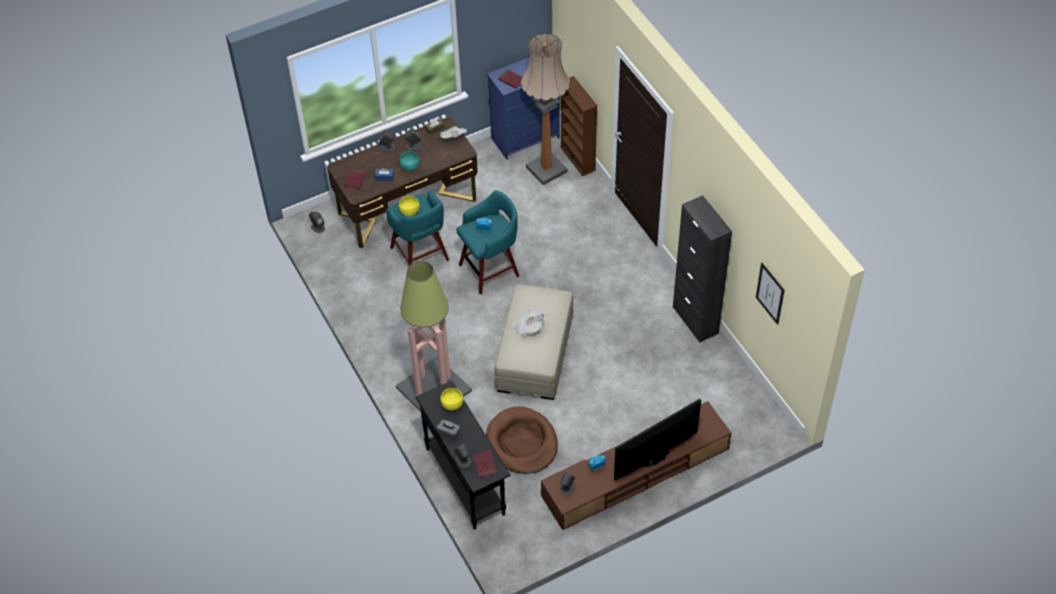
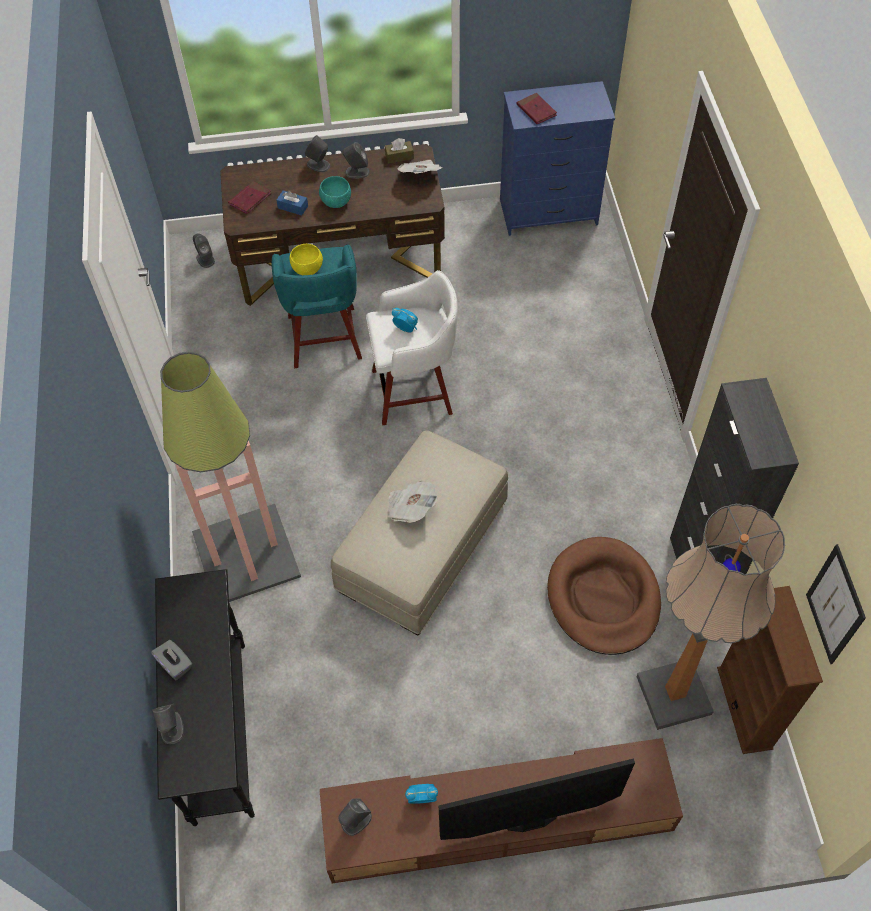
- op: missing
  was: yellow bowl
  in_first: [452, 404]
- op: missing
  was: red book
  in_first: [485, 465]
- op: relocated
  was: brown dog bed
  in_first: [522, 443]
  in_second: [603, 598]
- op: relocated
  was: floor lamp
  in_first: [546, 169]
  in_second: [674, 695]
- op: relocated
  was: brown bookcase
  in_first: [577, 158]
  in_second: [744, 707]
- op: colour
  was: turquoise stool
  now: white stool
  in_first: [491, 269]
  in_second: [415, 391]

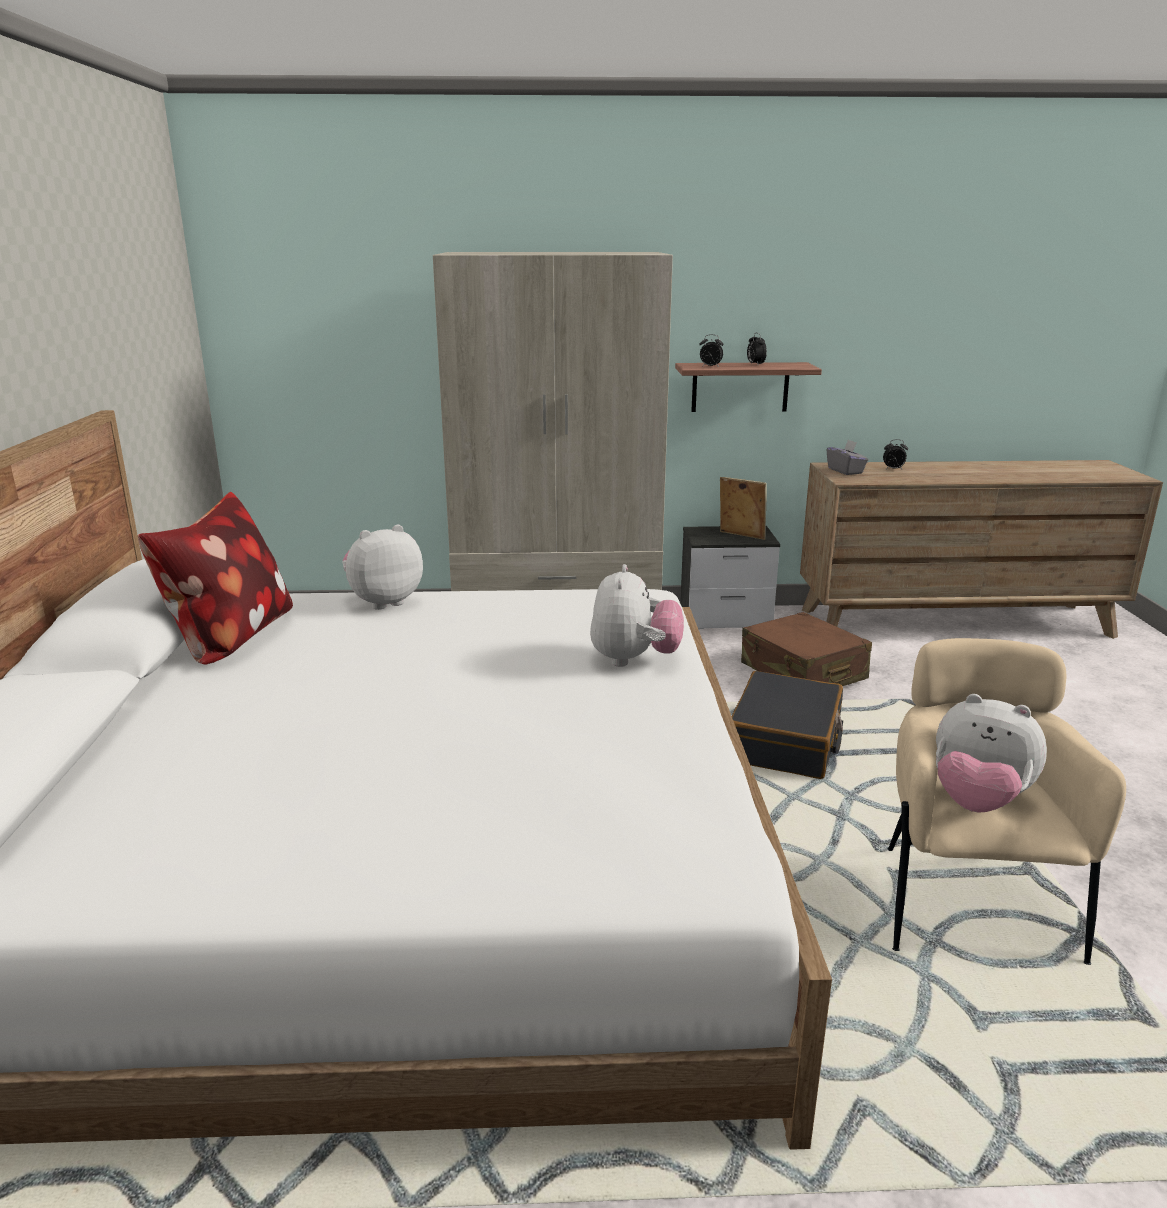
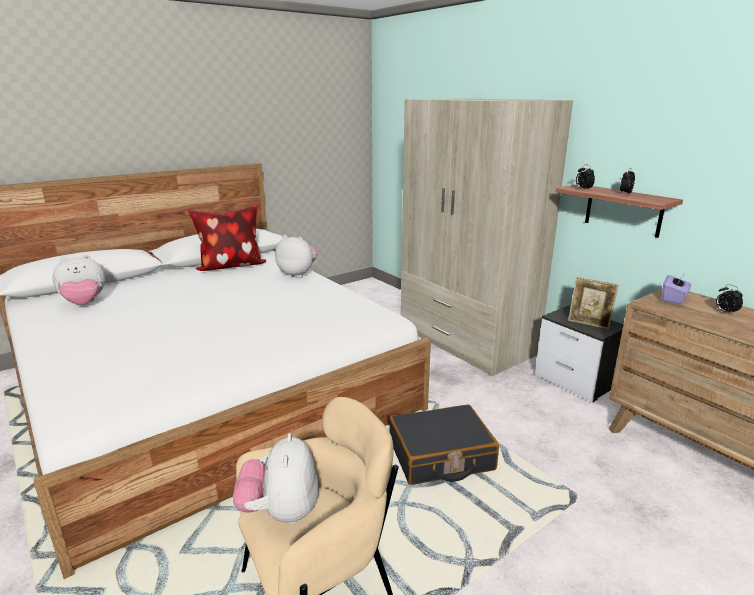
- op: missing
  was: brown suitcase
  in_first: [803, 672]
- op: relocated
  was: plush toy
  in_first: [634, 660]
  in_second: [84, 303]
- op: colour
  was: grey tissue box
  now: purple tissue box
  in_first: [845, 471]
  in_second: [673, 299]
- op: spun
  was: picture frame
  in_first: [740, 536]
  in_second: [589, 324]
  clockwise: 120

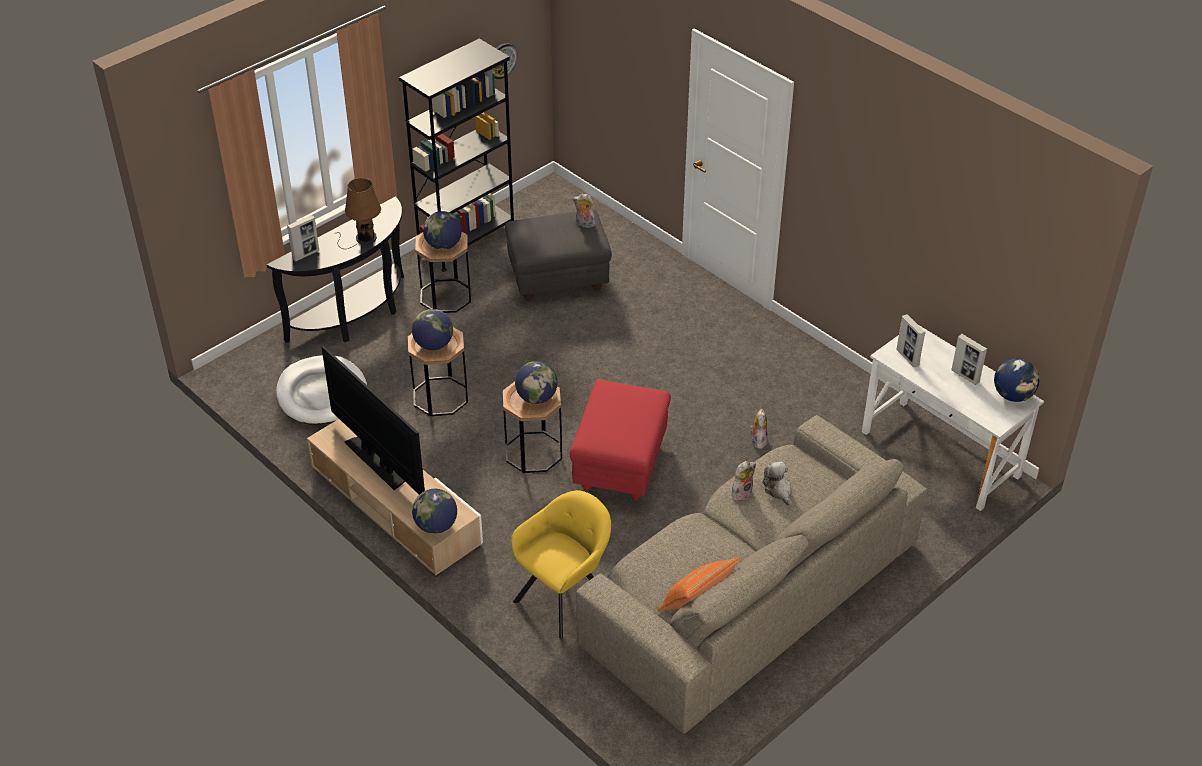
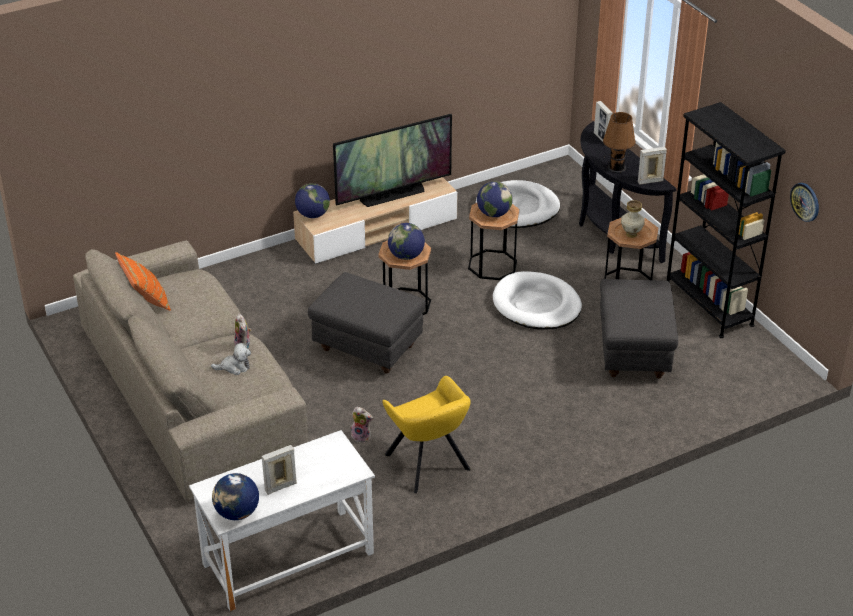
- op: missing
  was: plush toy
  in_first: [584, 224]
- op: appeared
  now: white dog bed
  in_second: [536, 305]
- op: relocated
  was: yellow armchair
  in_first: [566, 598]
  in_second: [428, 465]
- op: relocated
  was: picture frame
  in_first: [907, 357]
  in_second: [650, 181]
- op: exchanged
  was: globe
  now: vase
  in_first: [443, 245]
  in_second: [631, 234]
- op: colour
  was: red ottoman
  now: grey ottoman
  in_first: [621, 466]
  in_second: [367, 348]

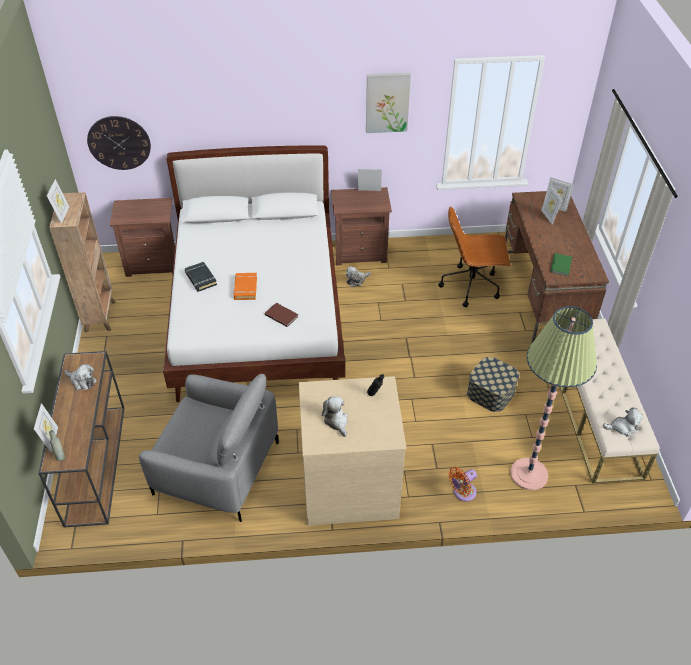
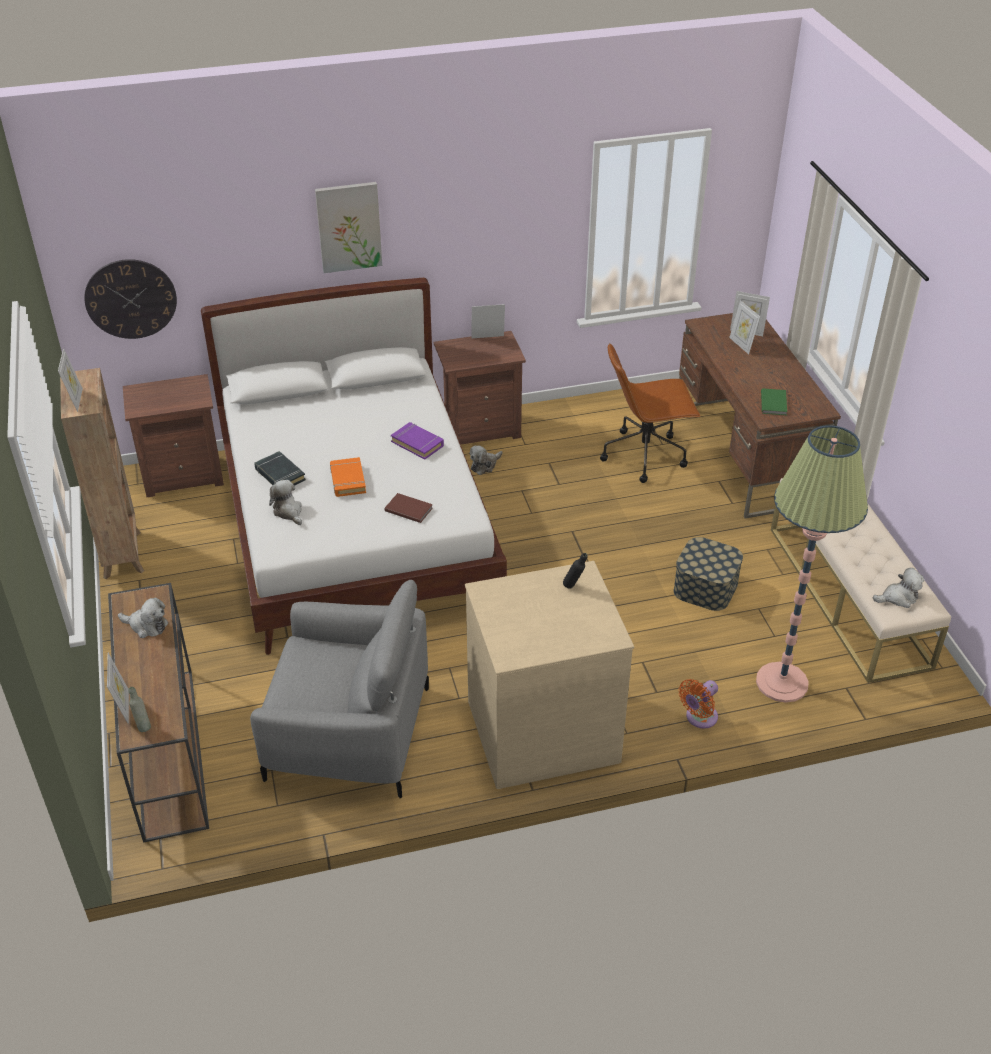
- op: appeared
  now: purple book
  in_second: [417, 443]
- op: relocated
  was: plush toy
  in_first: [336, 421]
  in_second: [288, 511]
- op: relocated
  was: picture
  in_first: [387, 102]
  in_second: [349, 227]

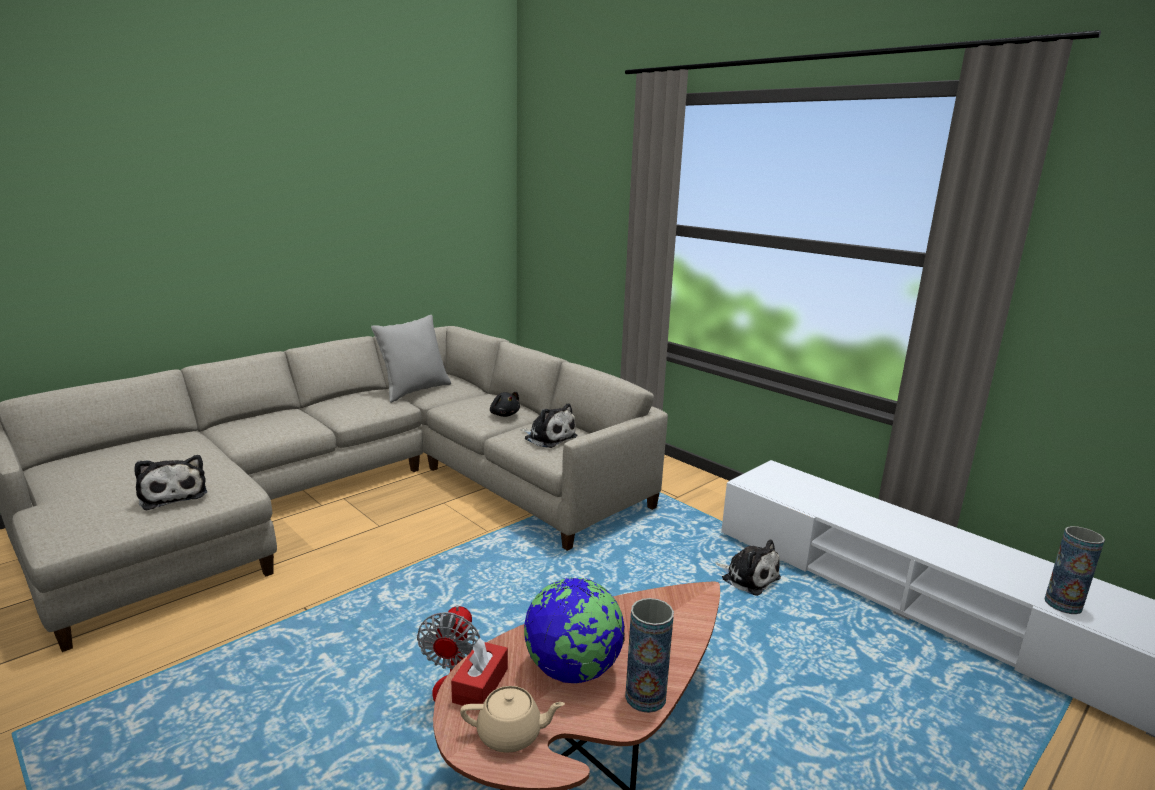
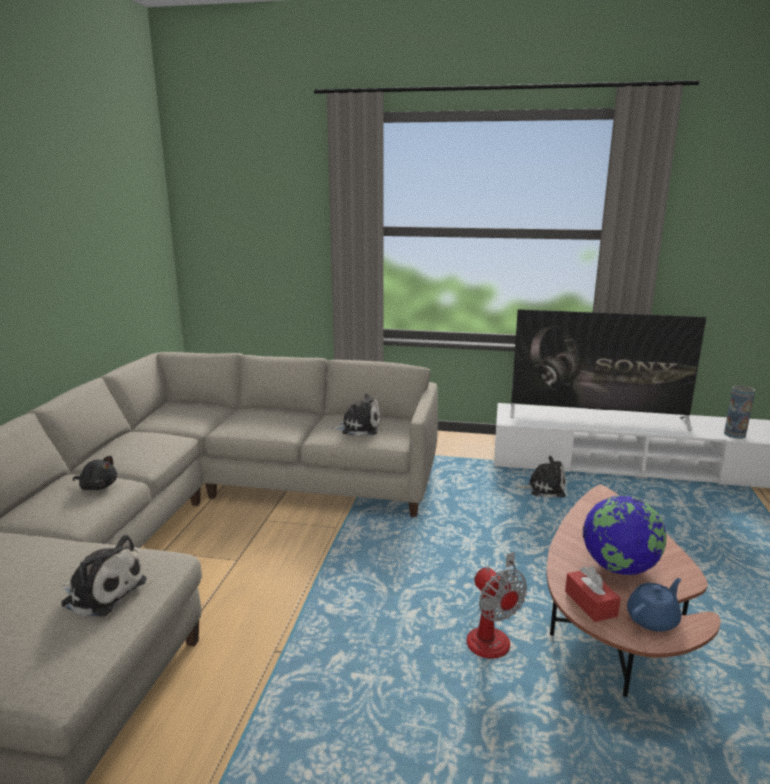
- op: missing
  was: grey pillow
  in_first: [414, 391]
- op: missing
  was: vase
  in_first: [645, 697]
- op: appeared
  now: television
  in_second: [597, 417]
- op: relocated
  was: black plush toy
  in_first: [504, 414]
  in_second: [98, 486]
- op: colour
  was: beige teapot
  now: blue teapot
  in_first: [511, 734]
  in_second: [653, 619]

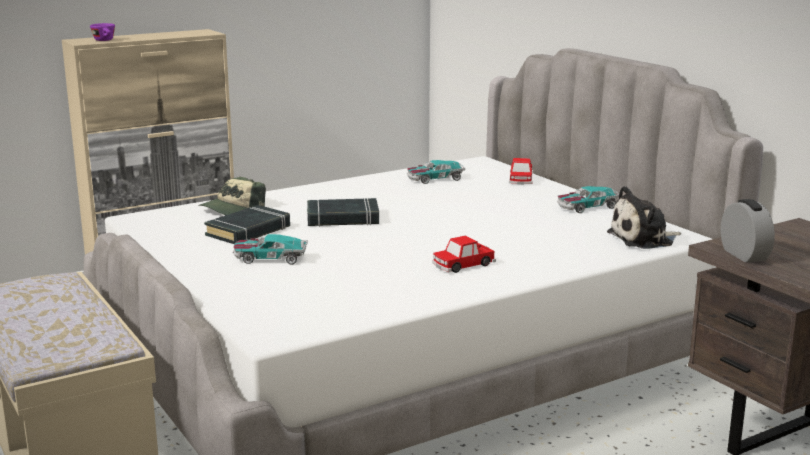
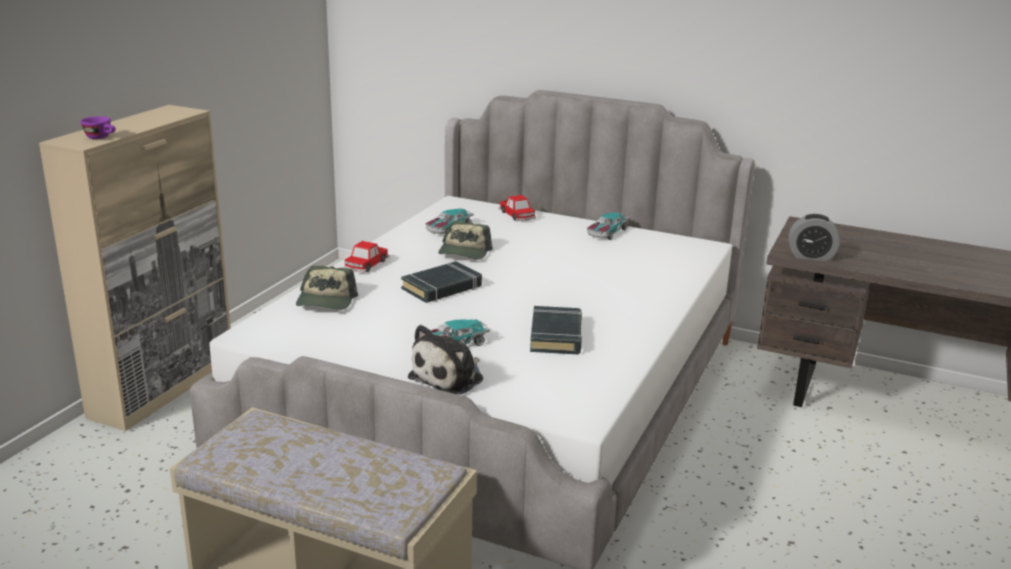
- op: appeared
  now: cap
  in_second: [464, 252]
- op: relocated
  was: black book
  in_first: [249, 231]
  in_second: [556, 336]
- op: relocated
  was: toy car
  in_first: [463, 265]
  in_second: [366, 264]
- op: relocated
  was: plush toy
  in_first: [644, 239]
  in_second: [450, 378]
- op: spun
  was: alarm clock
  in_first: [744, 255]
  in_second: [810, 256]
  clockwise: 150

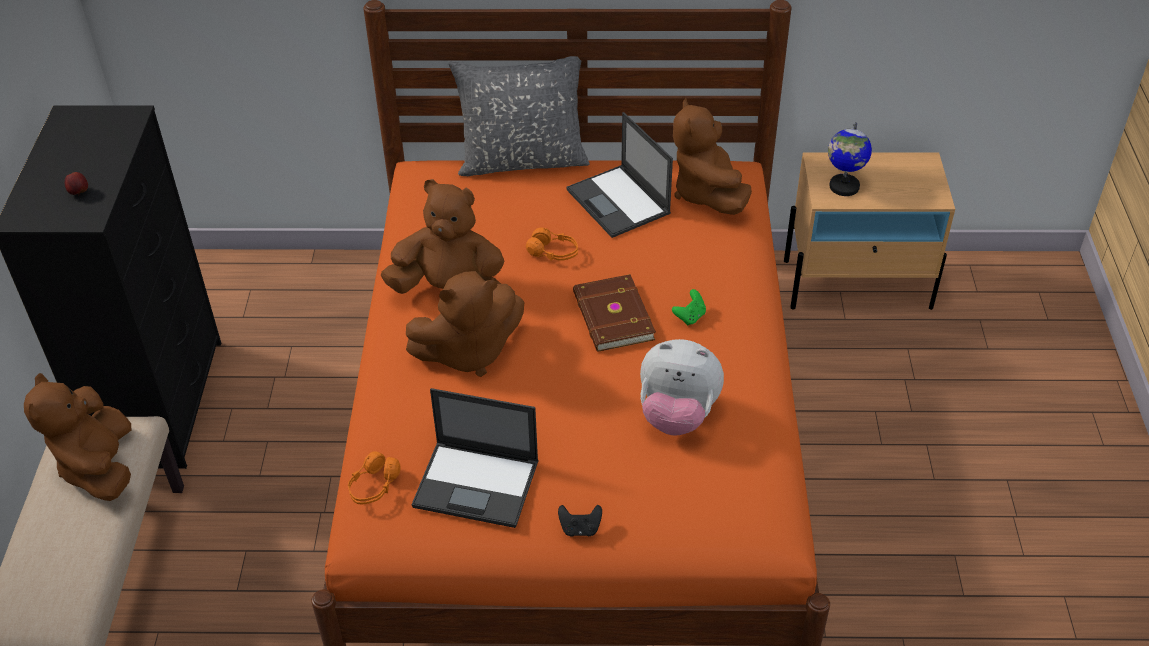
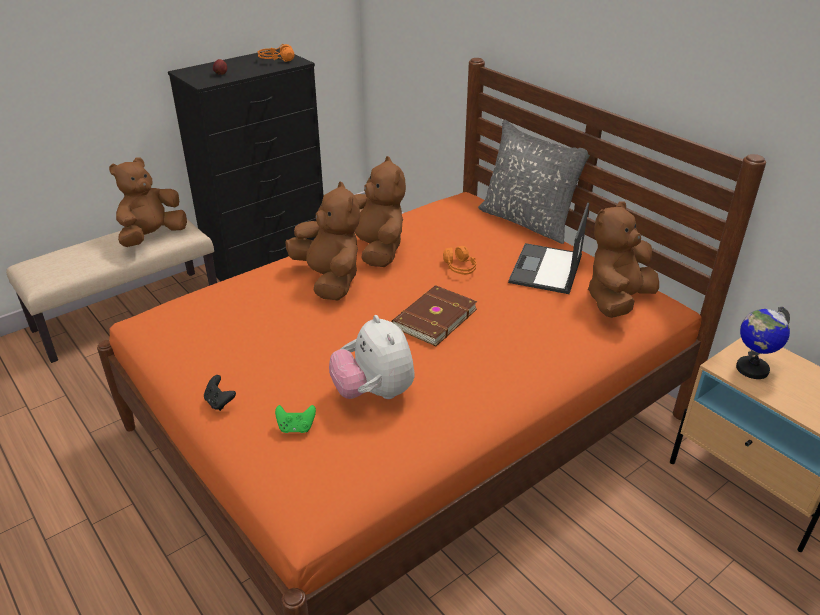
- op: missing
  was: laptop
  in_first: [478, 484]
- op: relocated
  was: orange headphones
  in_first: [374, 486]
  in_second: [276, 60]
- op: relocated
  was: green game controller
  in_first: [690, 317]
  in_second: [296, 428]
- op: spun
  was: brown plush toy
  in_first: [468, 352]
  in_second: [329, 280]
  clockwise: -150

